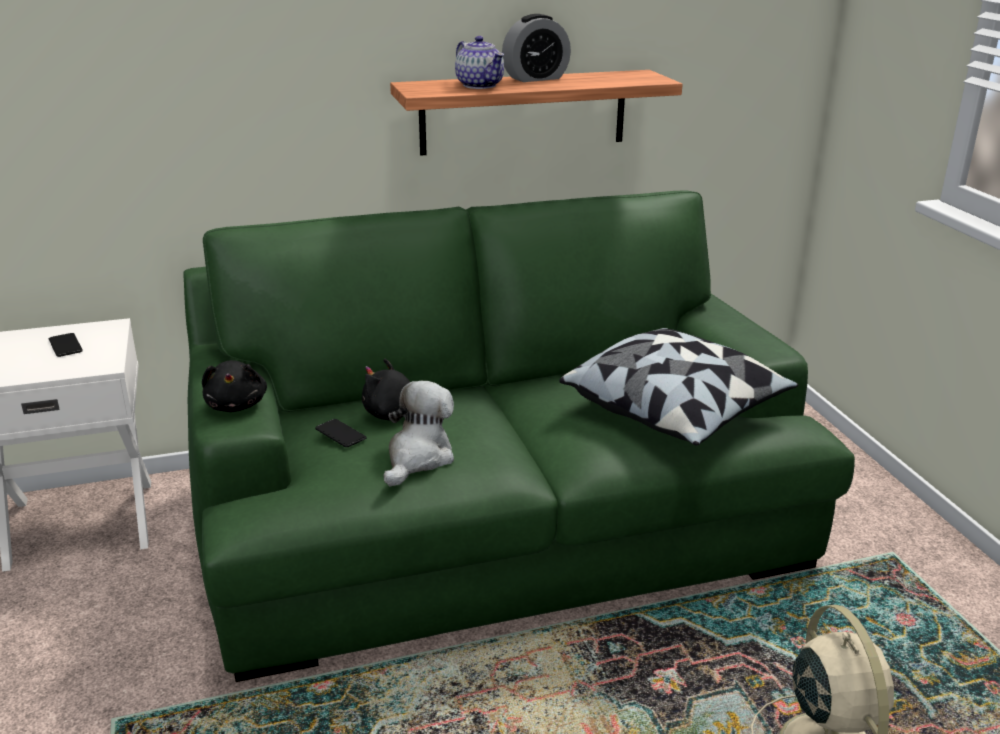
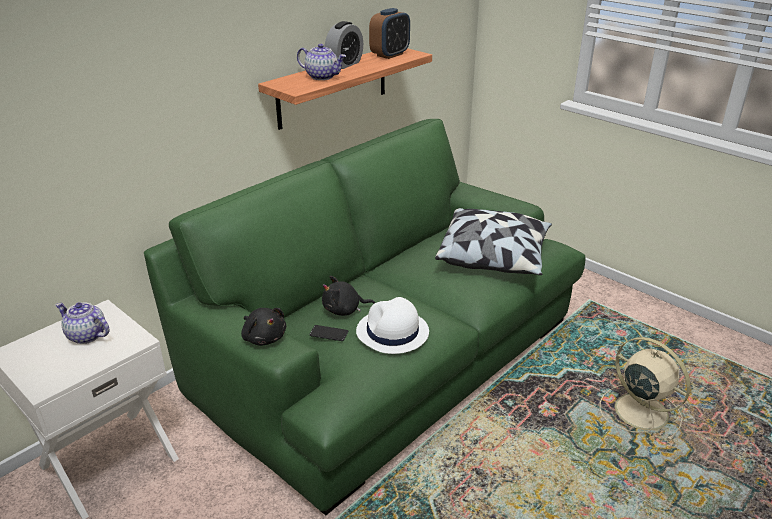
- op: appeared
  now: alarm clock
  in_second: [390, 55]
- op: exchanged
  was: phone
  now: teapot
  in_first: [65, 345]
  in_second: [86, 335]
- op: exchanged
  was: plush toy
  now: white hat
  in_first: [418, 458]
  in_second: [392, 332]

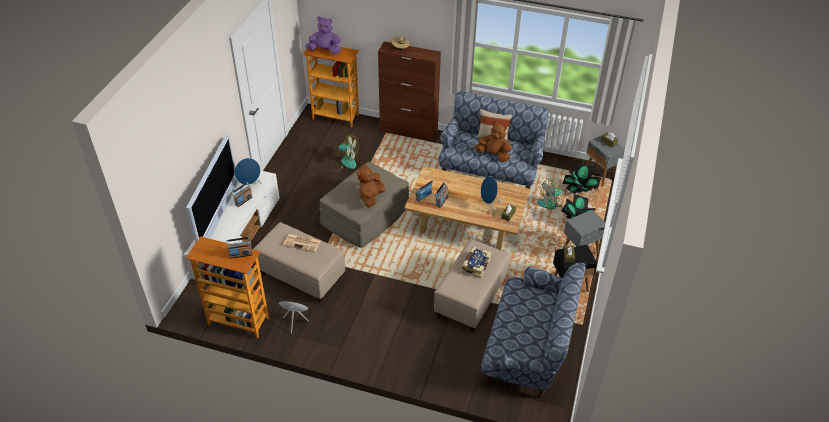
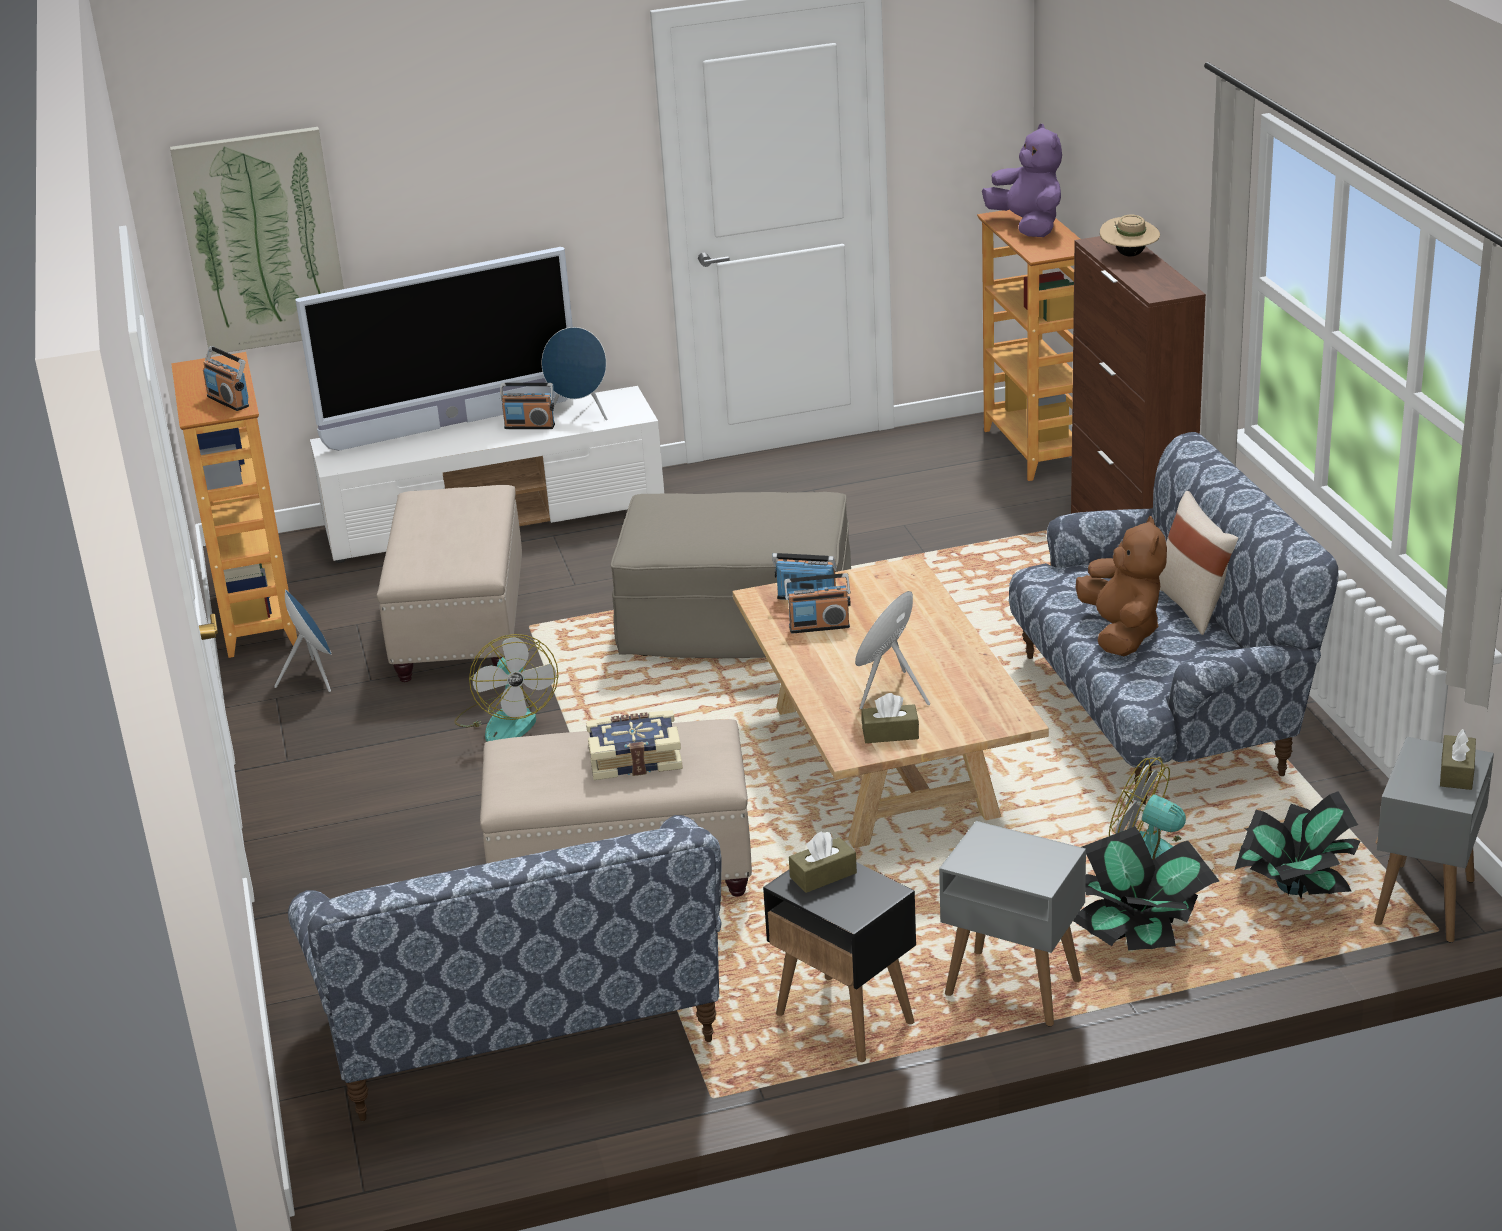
- op: missing
  was: newspaper
  in_first: [302, 243]
- op: missing
  was: brown plush toy
  in_first: [371, 197]
- op: appeared
  now: picture
  in_second: [262, 241]
- op: relocated
  was: fan
  in_first: [344, 162]
  in_second: [507, 720]

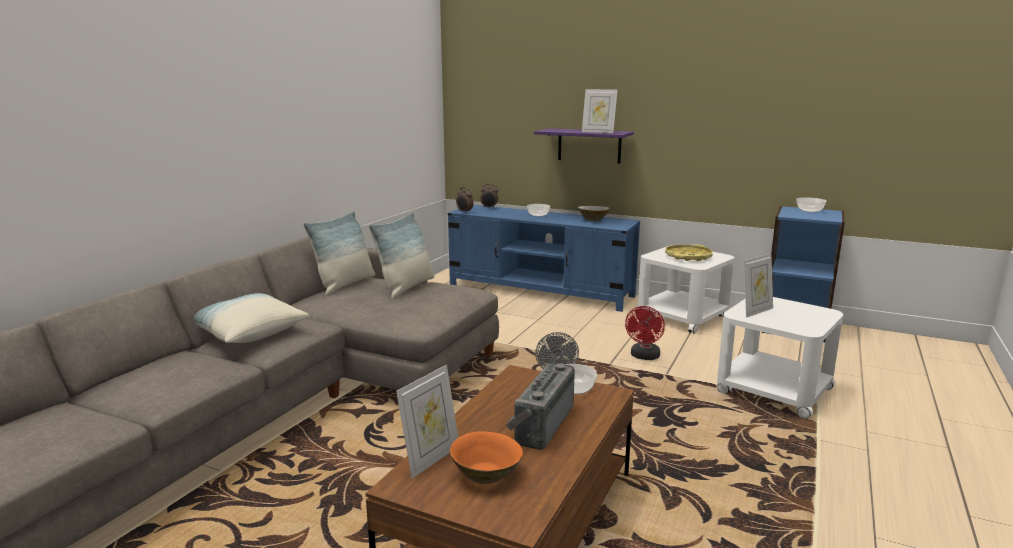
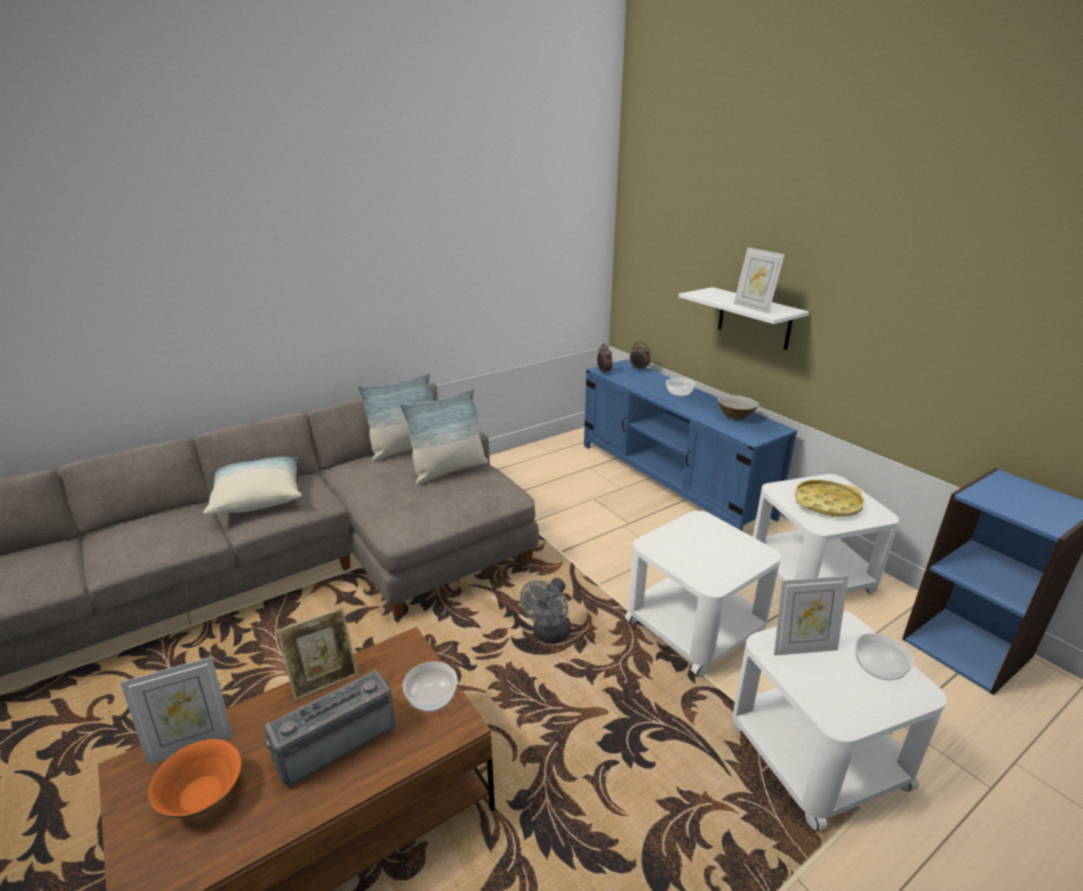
- op: appeared
  now: picture frame
  in_second: [324, 679]
- op: relocated
  was: bowl
  in_first: [809, 210]
  in_second: [878, 666]
- op: exchanged
  was: red fan
  now: white side table
  in_first: [644, 357]
  in_second: [695, 625]
- op: colour
  was: purple shelf
  now: white shelf
  in_first: [589, 145]
  in_second: [754, 318]

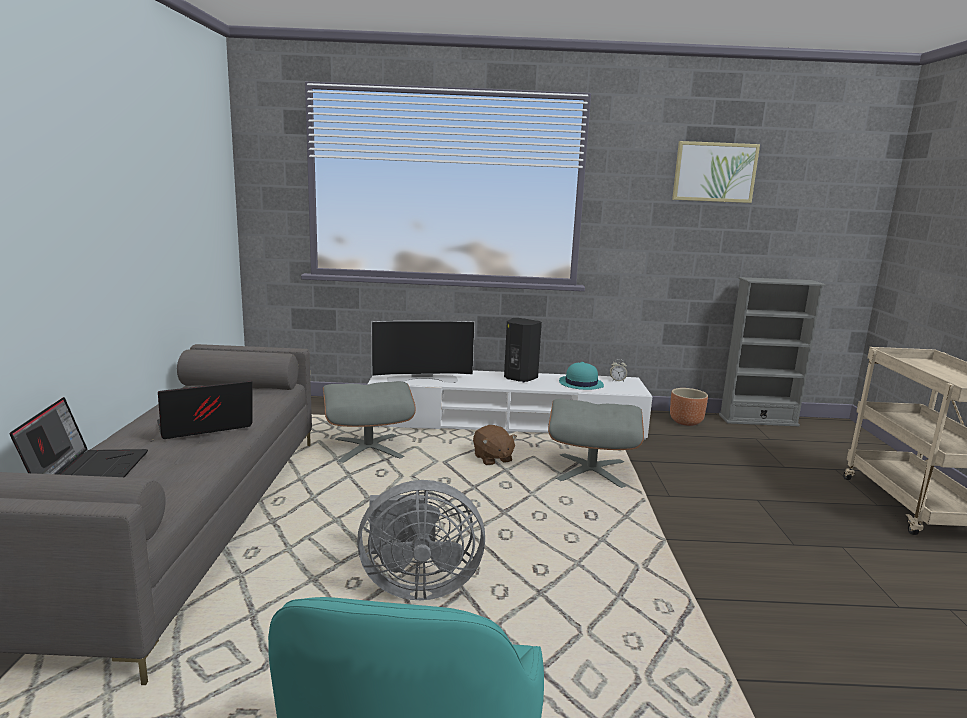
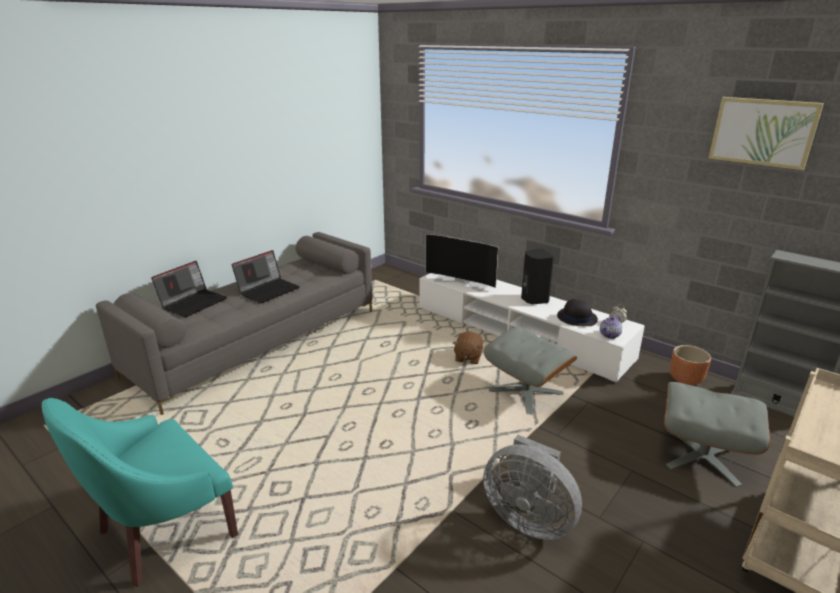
- op: appeared
  now: teapot
  in_second: [610, 335]
- op: relocated
  was: grey ottoman
  in_first: [368, 448]
  in_second: [702, 456]
- op: relocated
  was: grey fan
  in_first: [416, 585]
  in_second: [528, 518]
- op: colour
  was: turquoise hat
  now: black hat
  in_first: [580, 384]
  in_second: [576, 317]
- op: spun
  was: laptop
  in_first: [204, 428]
  in_second: [268, 290]
  clockwise: 120

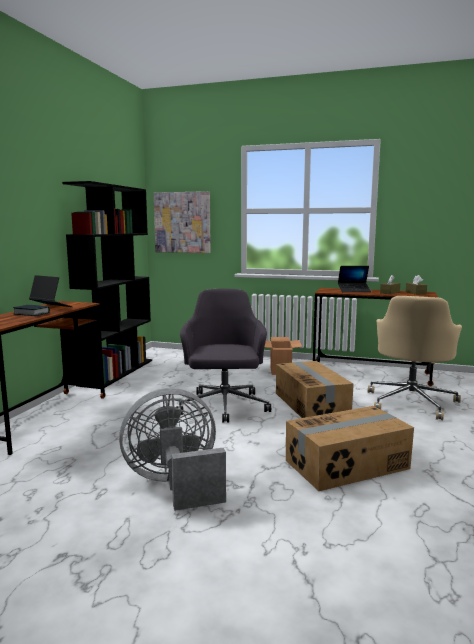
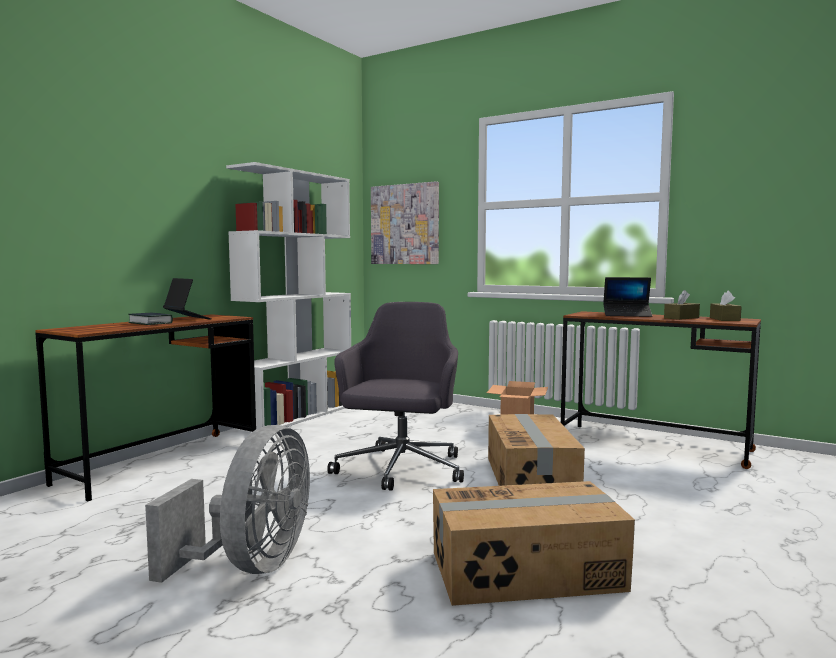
- op: missing
  was: beige office chair
  in_first: [411, 402]
- op: colour
  was: black bookcase
  now: white bookcase
  in_first: [117, 372]
  in_second: [297, 416]
- op: spun
  was: grey fan
  in_first: [175, 484]
  in_second: [251, 565]
  clockwise: 105

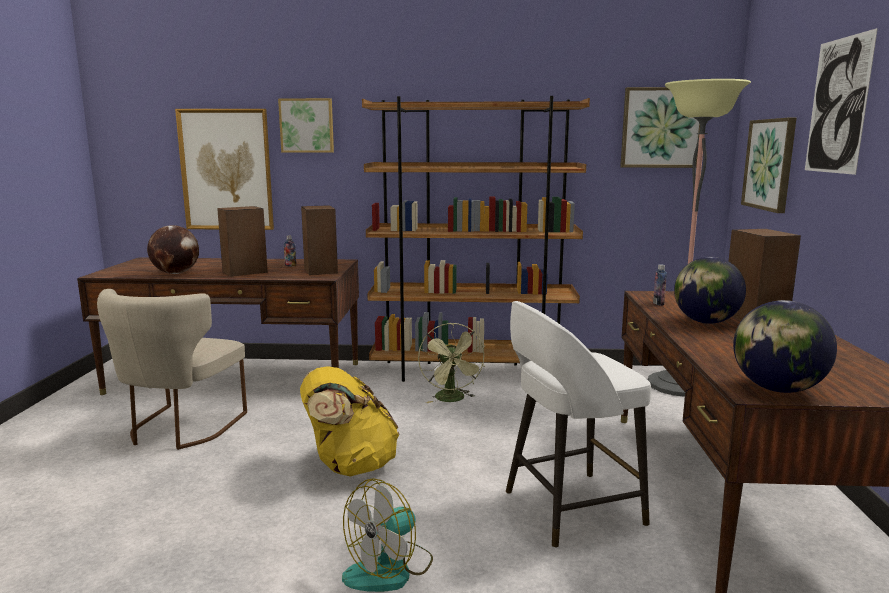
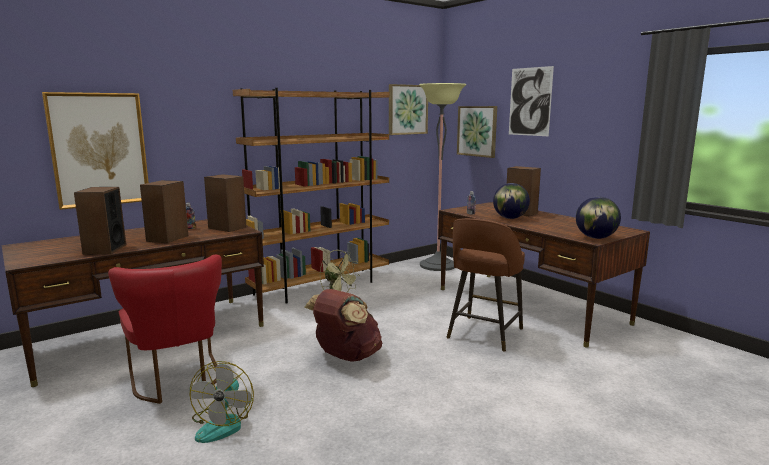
- op: missing
  was: picture
  in_first: [307, 125]
- op: relocated
  was: fan
  in_first: [389, 569]
  in_second: [223, 424]
- op: exchanged
  was: globe
  now: speaker
  in_first: [176, 273]
  in_second: [104, 249]
- op: colour
  was: beige chair
  now: red chair
  in_first: [180, 429]
  in_second: [177, 381]
- op: colour
  was: yellow backpack
  now: brown backpack
  in_first: [350, 466]
  in_second: [346, 356]
- op: colour
  was: white stool
  now: brown stool
  in_first: [569, 508]
  in_second: [484, 334]

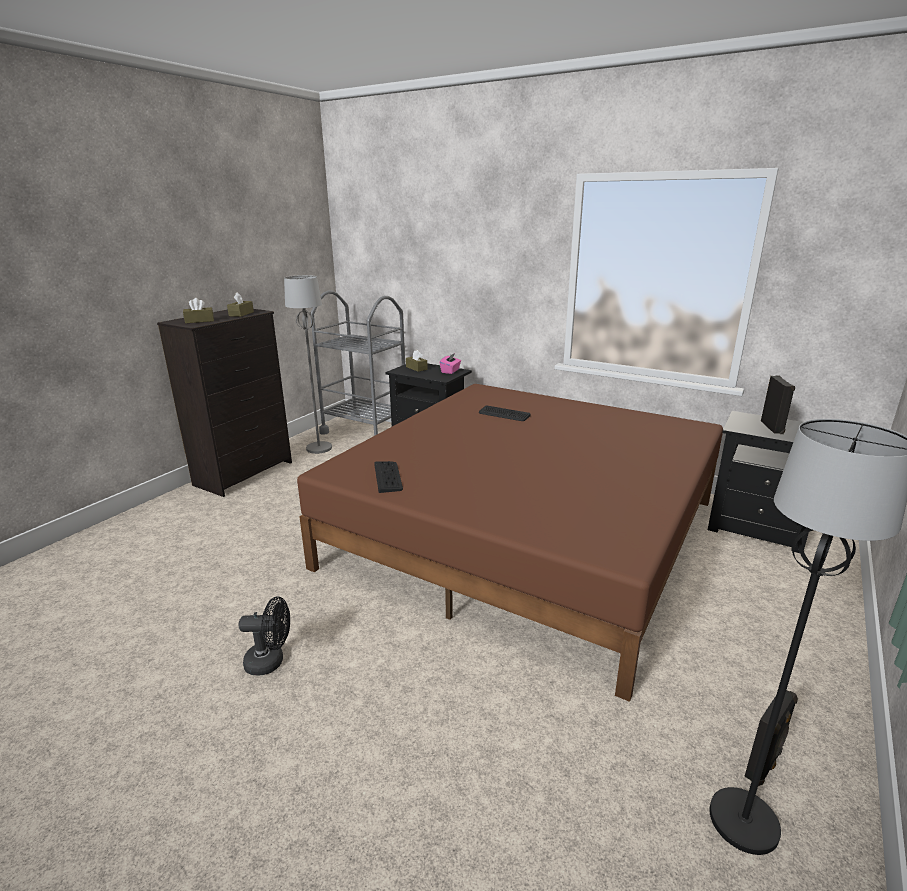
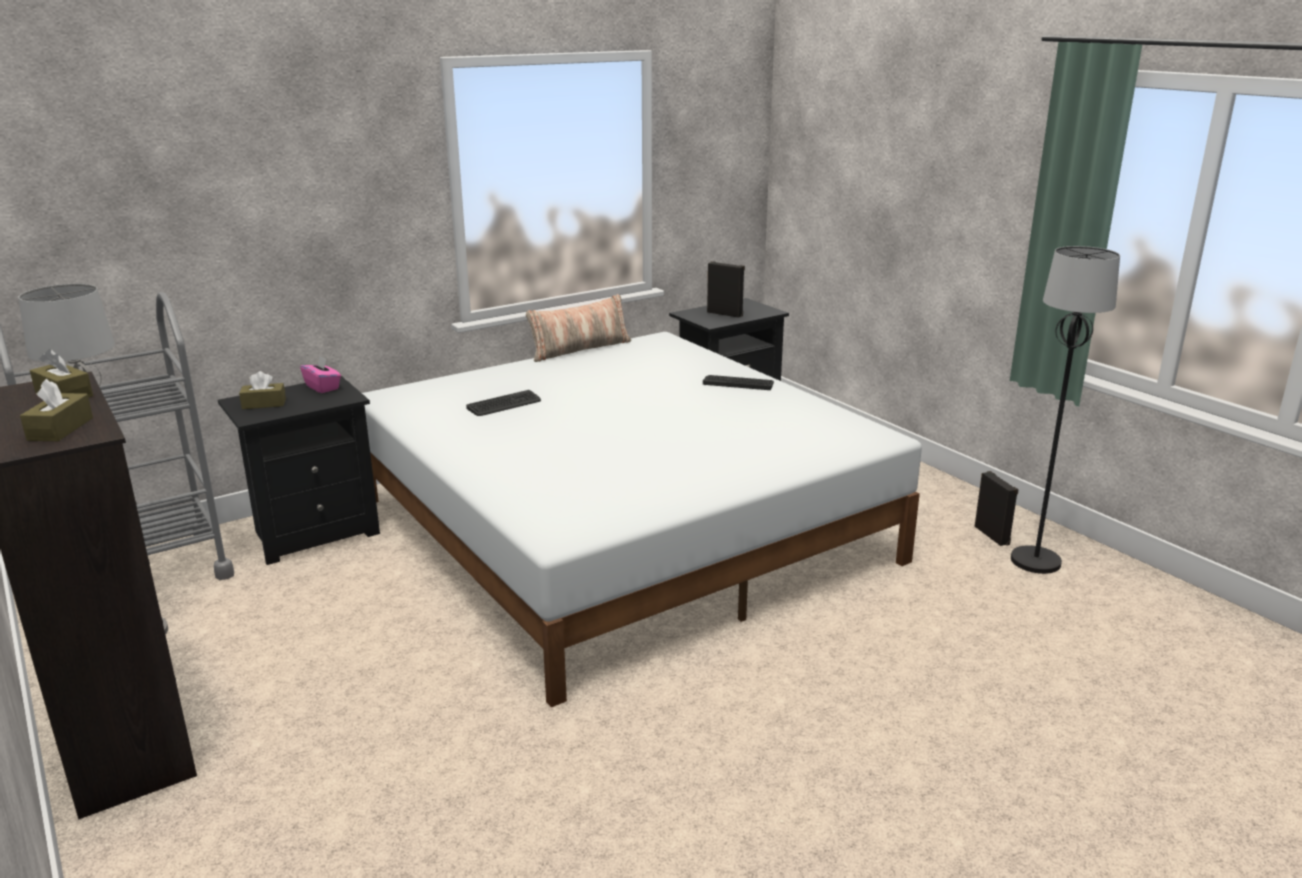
- op: missing
  was: black fan
  in_first: [271, 661]
- op: appeared
  now: pillow
  in_second: [579, 349]
- op: relocated
  was: keyboard
  in_first: [388, 477]
  in_second: [738, 383]
- op: colour
  was: brown bed
  now: white bed
  in_first: [526, 533]
  in_second: [623, 530]

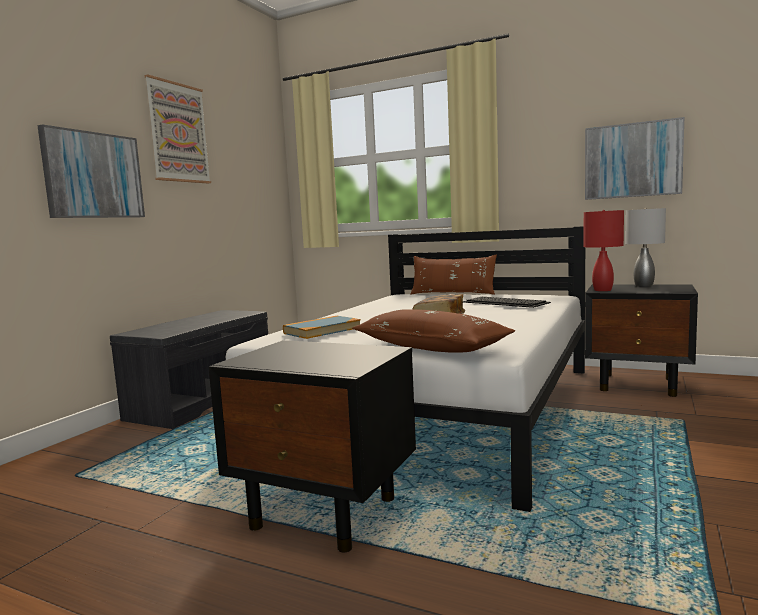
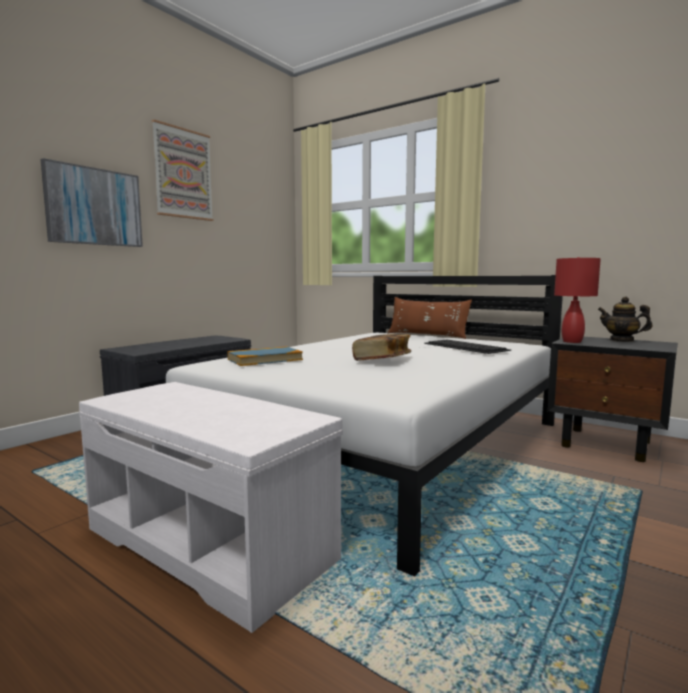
- op: missing
  was: brown pillow
  in_first: [431, 347]
- op: missing
  was: picture
  in_first: [632, 160]
- op: exchanged
  was: black nightstand
  now: white bench
  in_first: [326, 513]
  in_second: [211, 543]
- op: exchanged
  was: grey table lamp
  now: teapot
  in_first: [644, 286]
  in_second: [621, 340]

